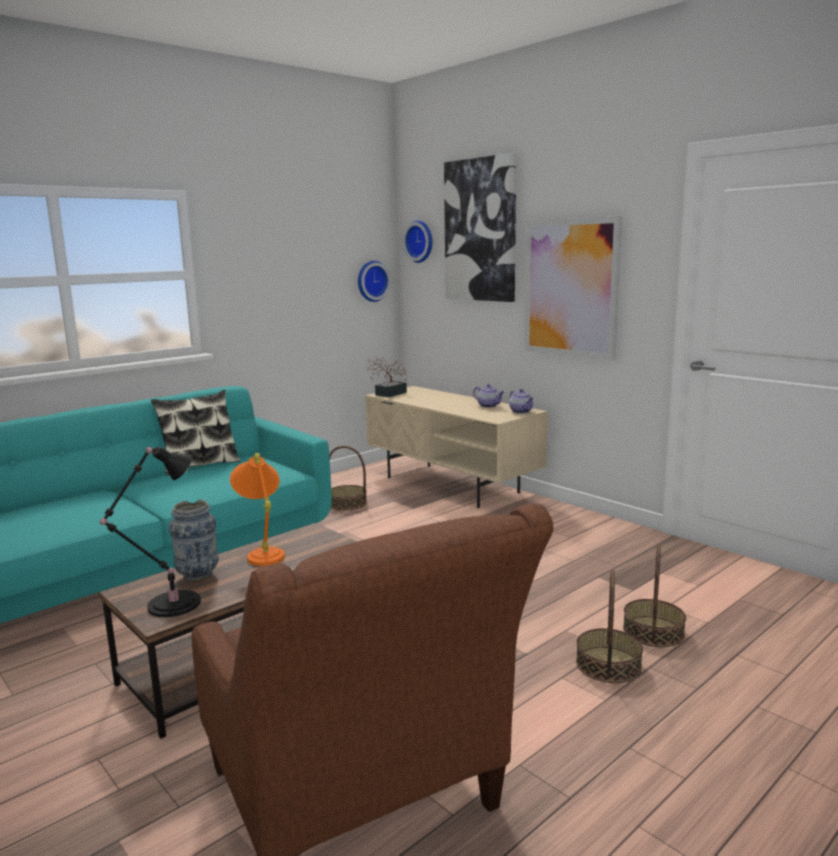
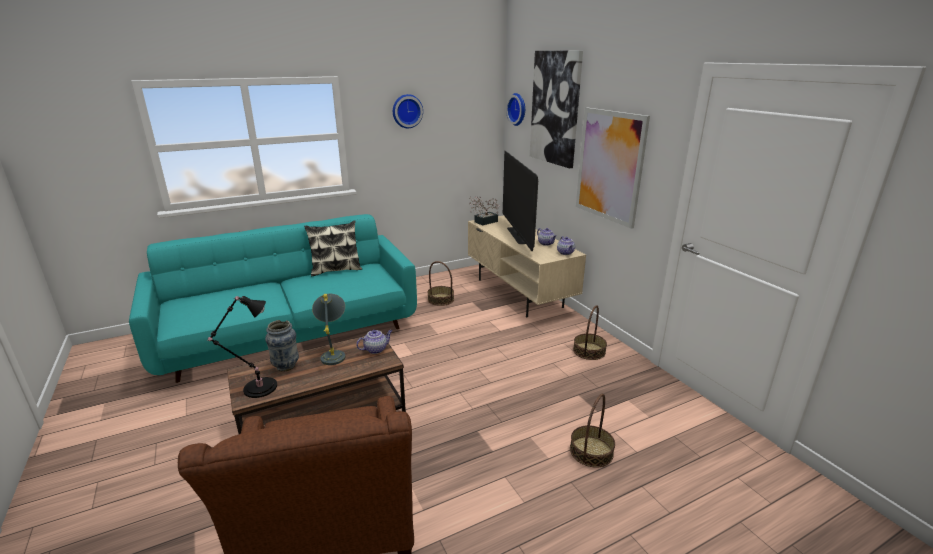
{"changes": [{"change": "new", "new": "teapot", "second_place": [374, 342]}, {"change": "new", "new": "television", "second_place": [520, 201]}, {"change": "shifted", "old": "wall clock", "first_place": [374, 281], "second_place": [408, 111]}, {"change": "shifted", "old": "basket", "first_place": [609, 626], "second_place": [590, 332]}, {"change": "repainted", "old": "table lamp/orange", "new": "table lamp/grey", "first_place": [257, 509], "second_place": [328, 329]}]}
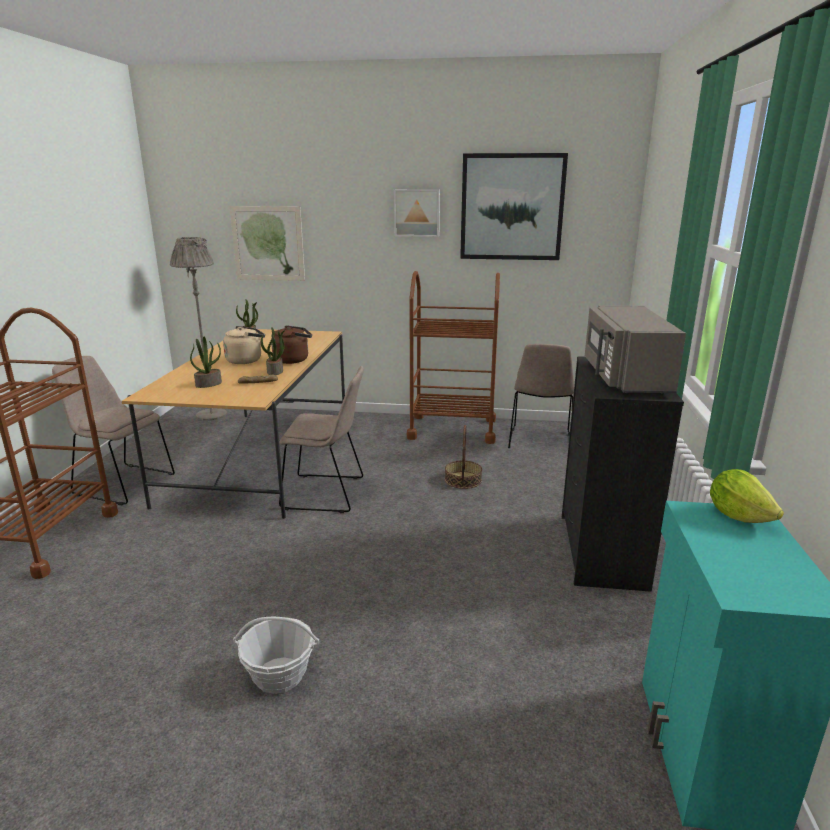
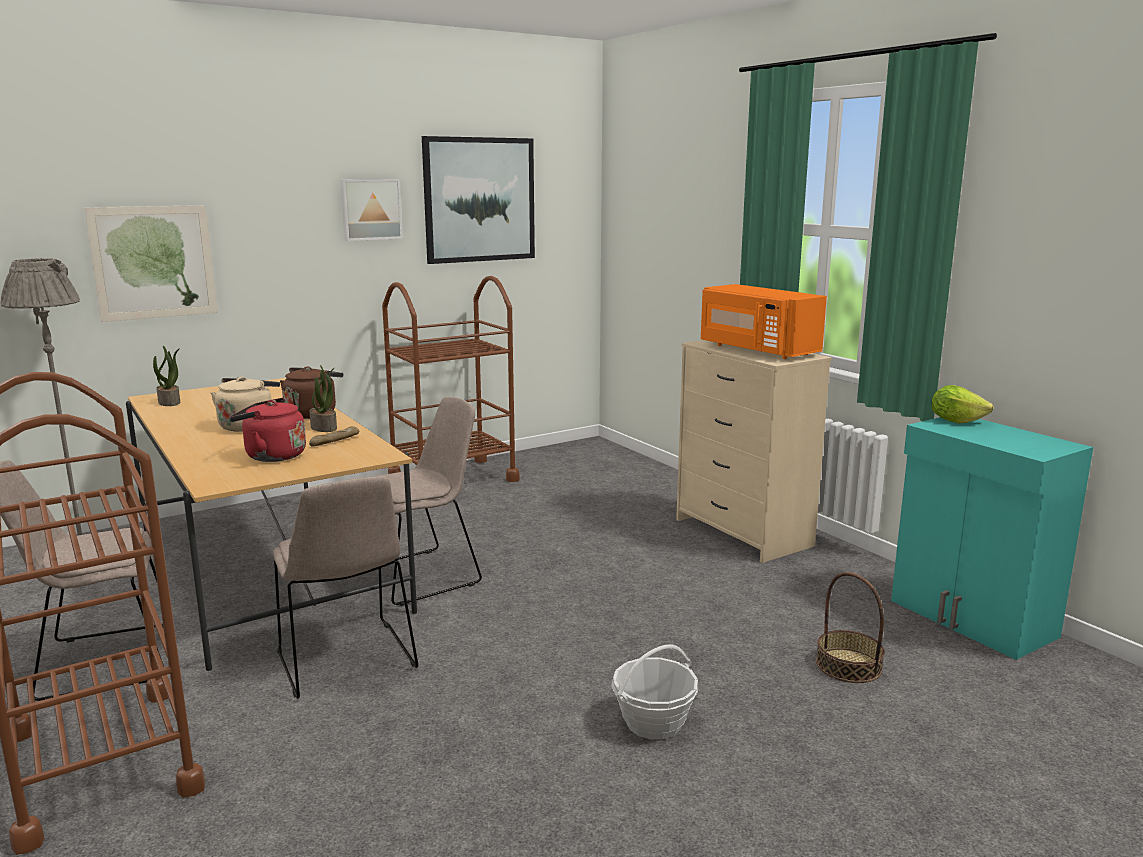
{"changes": [{"change": "shifted", "old": "basket", "first_place": [463, 457], "second_place": [850, 627]}, {"change": "shifted", "old": "chair/beige", "first_place": [541, 396], "second_place": [345, 587]}, {"change": "swapped", "old": "potted plant", "new": "kettle/red", "first_place": [206, 362], "second_place": [267, 430]}, {"change": "repainted", "old": "dresser/black", "new": "dresser/beige", "first_place": [623, 474], "second_place": [754, 451]}, {"change": "repainted", "old": "microwave/grey", "new": "microwave/orange", "first_place": [635, 350], "second_place": [764, 321]}]}
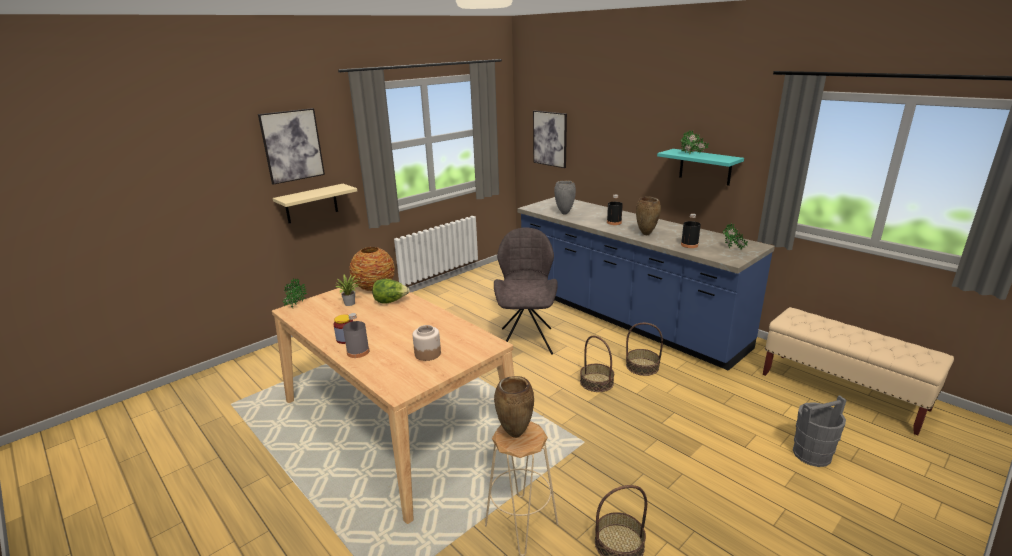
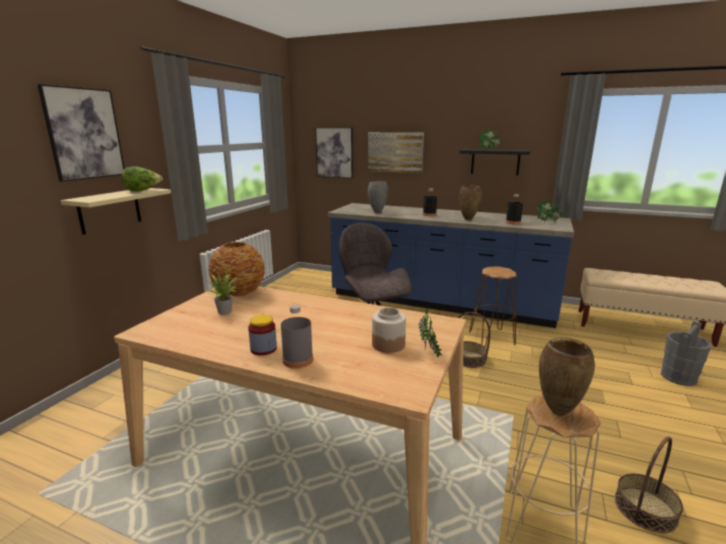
{"changes": [{"change": "new", "new": "picture", "second_place": [396, 152]}, {"change": "shifted", "old": "potted plant", "first_place": [295, 293], "second_place": [431, 332]}, {"change": "shifted", "old": "lettuce", "first_place": [391, 291], "second_place": [142, 179]}, {"change": "swapped", "old": "basket", "new": "stool/brown", "first_place": [644, 349], "second_place": [493, 306]}, {"change": "repainted", "old": "shelf/turquoise", "new": "shelf/black", "first_place": [700, 167], "second_place": [495, 162]}]}
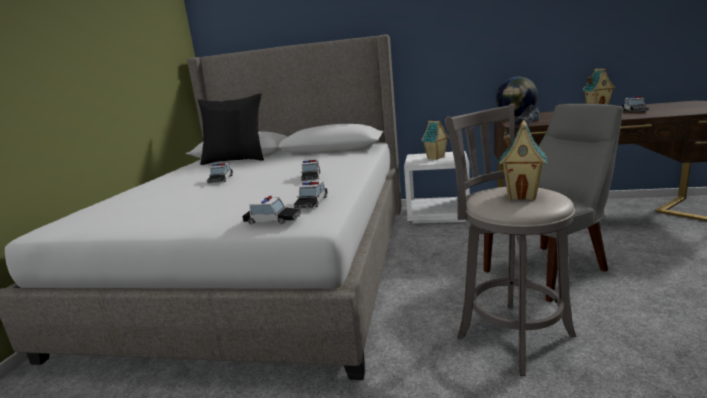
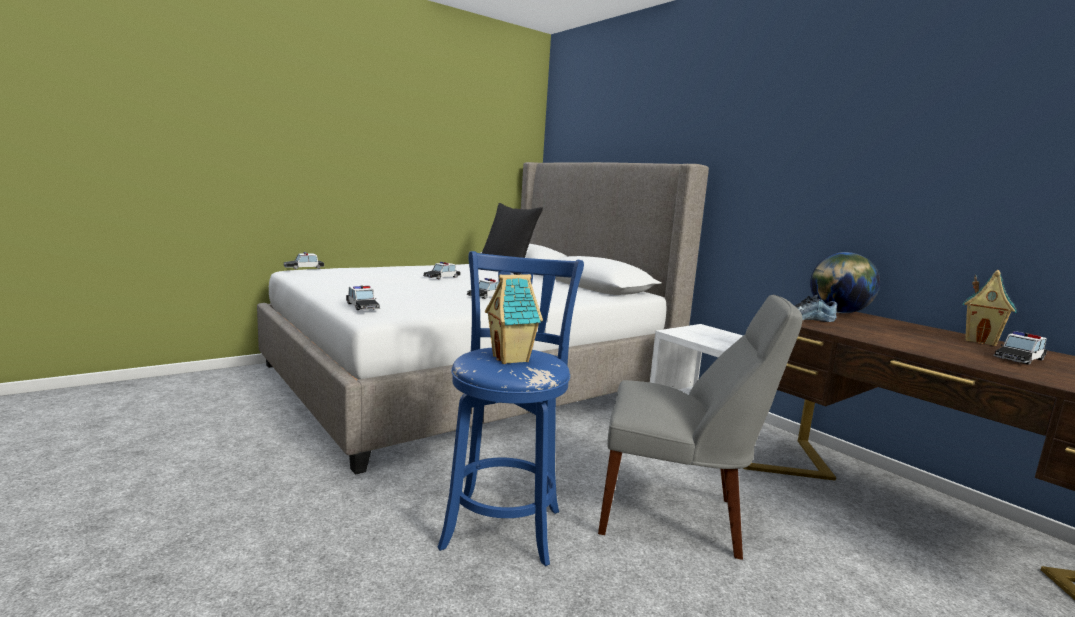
{"changes": [{"change": "gone", "old": "toy house", "first_place": [435, 140]}, {"change": "shifted", "old": "toy car", "first_place": [311, 195], "second_place": [304, 260]}, {"change": "repainted", "old": "stool/grey", "new": "stool/blue", "first_place": [510, 240], "second_place": [511, 408]}]}
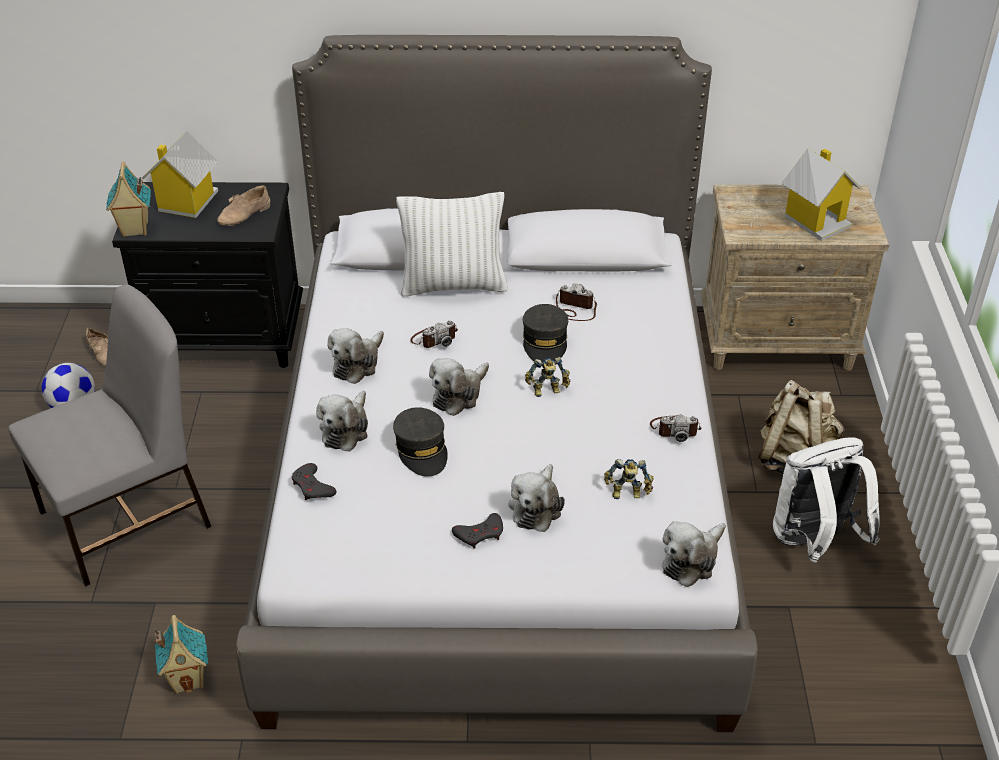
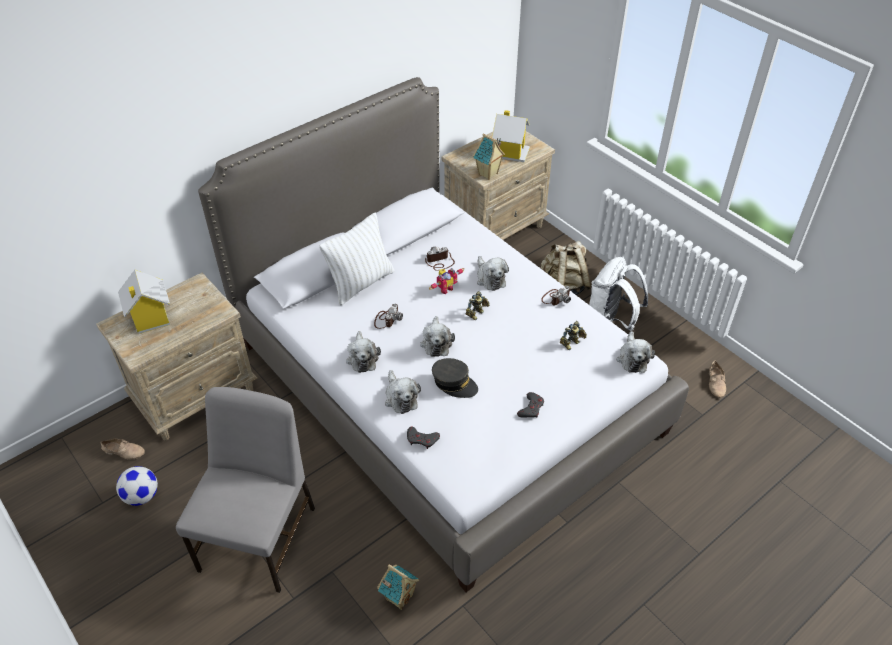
{"changes": [{"change": "shifted", "old": "toy house", "first_place": [128, 199], "second_place": [489, 157]}, {"change": "shifted", "old": "shoe/beige", "first_place": [243, 205], "second_place": [717, 379]}, {"change": "shifted", "old": "plush toy", "first_place": [536, 498], "second_place": [493, 273]}, {"change": "swapped", "old": "cap/grey", "new": "toy robot", "first_place": [545, 333], "second_place": [447, 281]}, {"change": "repainted", "old": "nightstand/black", "new": "nightstand/beige", "first_place": [207, 275], "second_place": [176, 357]}]}
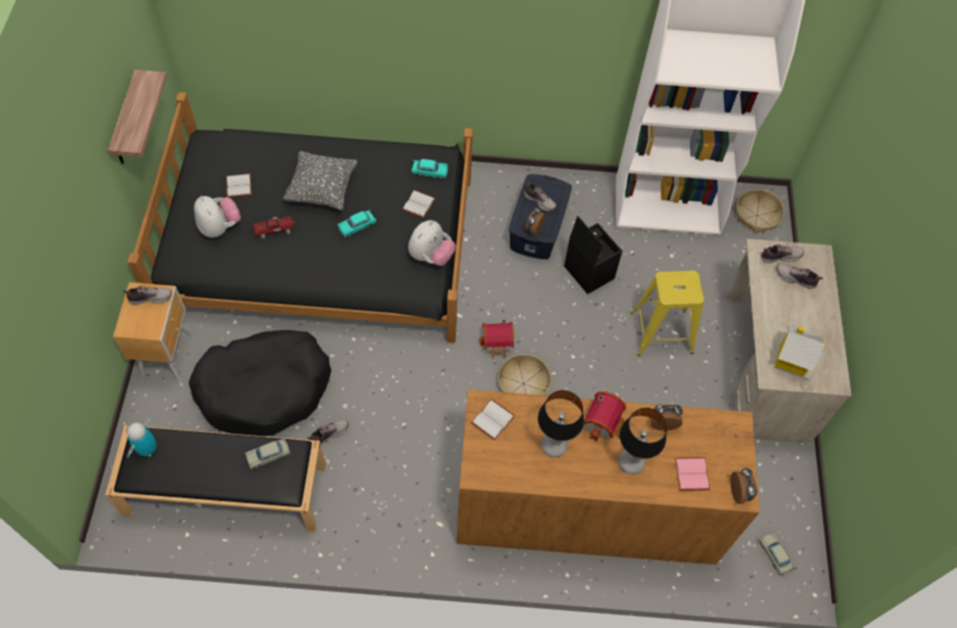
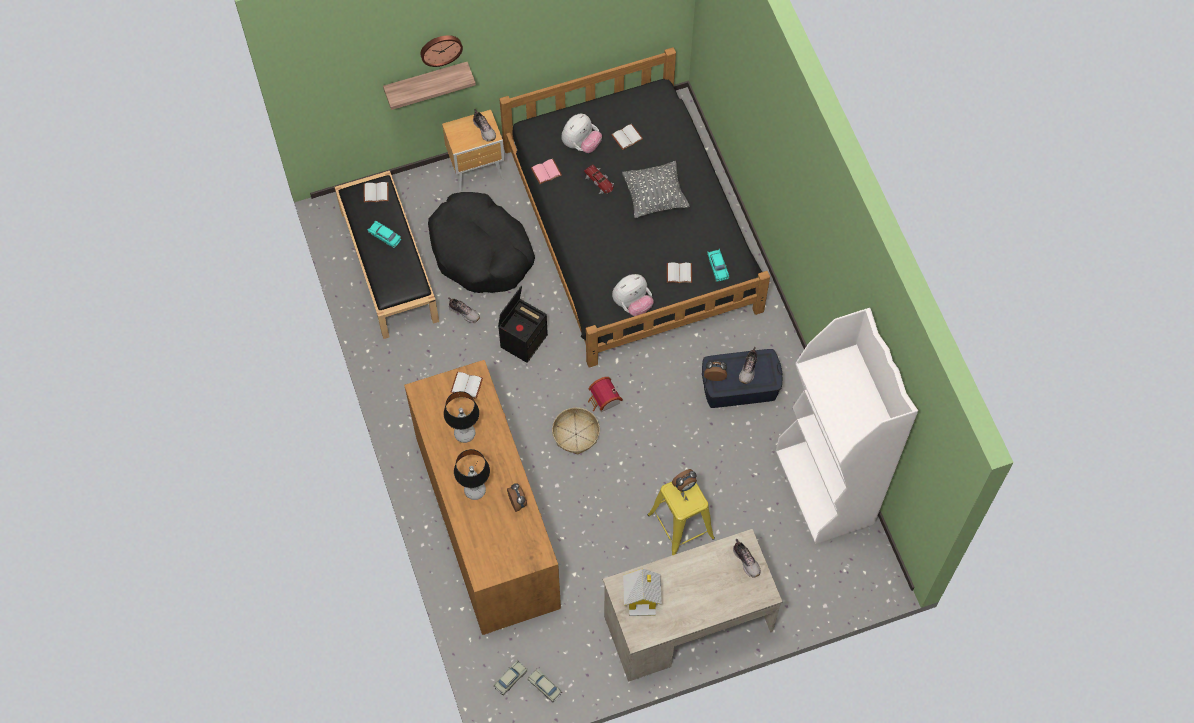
{"changes": [{"change": "gone", "old": "toy house", "first_place": [604, 416]}, {"change": "gone", "old": "basket", "first_place": [760, 211]}, {"change": "gone", "old": "shoe", "first_place": [799, 276]}, {"change": "new", "new": "wall clock", "second_place": [441, 51]}, {"change": "shifted", "old": "shelf", "first_place": [137, 117], "second_place": [429, 86]}, {"change": "shifted", "old": "toy car/beige", "first_place": [267, 454], "second_place": [544, 685]}, {"change": "shifted", "old": "toy car/turquoise", "first_place": [357, 224], "second_place": [384, 234]}, {"change": "shifted", "old": "storage box/black", "first_place": [593, 255], "second_place": [523, 324]}, {"change": "shifted", "old": "book/pink", "first_place": [692, 474], "second_place": [546, 171]}, {"change": "shifted", "old": "alarm clock", "first_place": [743, 486], "second_place": [684, 480]}, {"change": "swapped", "old": "toy robot", "new": "book/white", "first_place": [141, 437], "second_place": [376, 192]}, {"change": "rotated", "old": "plush toy", "first_place": [432, 243], "second_place": [633, 295], "degrees": -45}]}
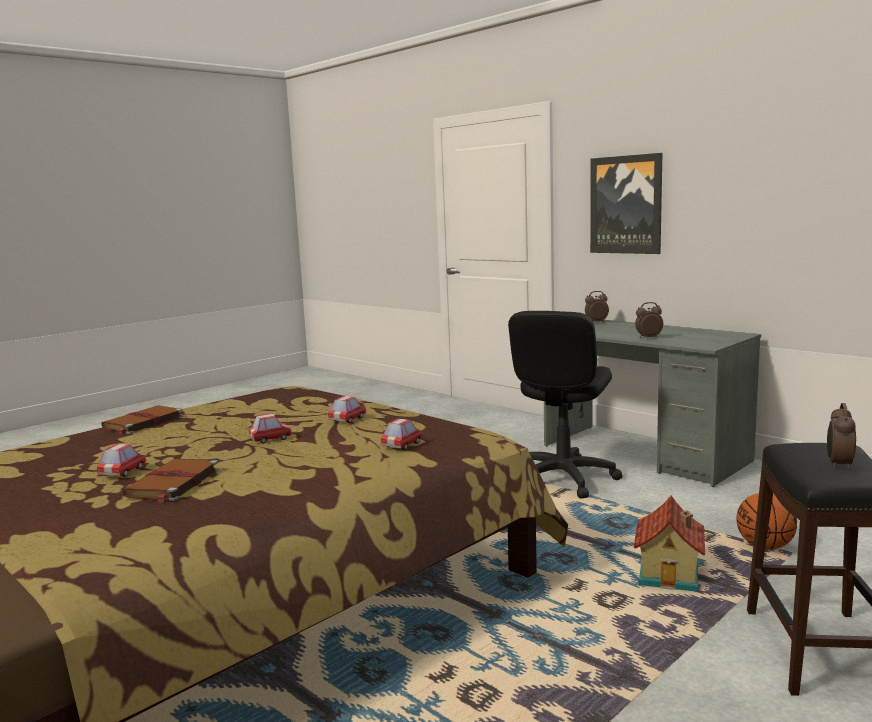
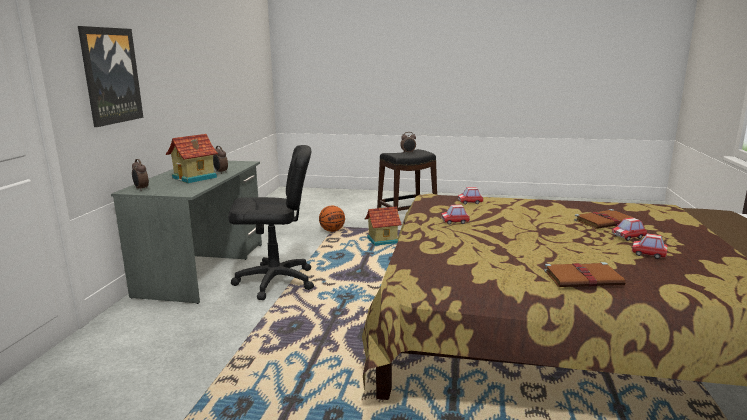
{"changes": [{"change": "new", "new": "toy house", "second_place": [192, 158]}, {"change": "shifted", "old": "toy car", "first_place": [270, 428], "second_place": [649, 246]}]}
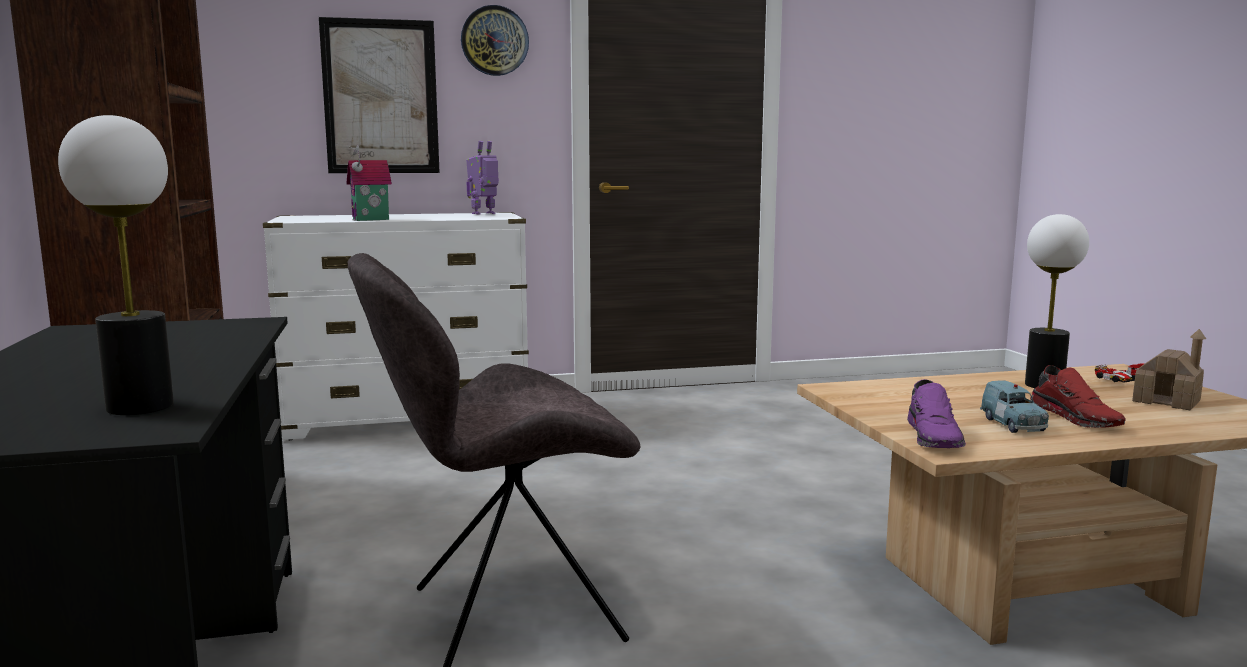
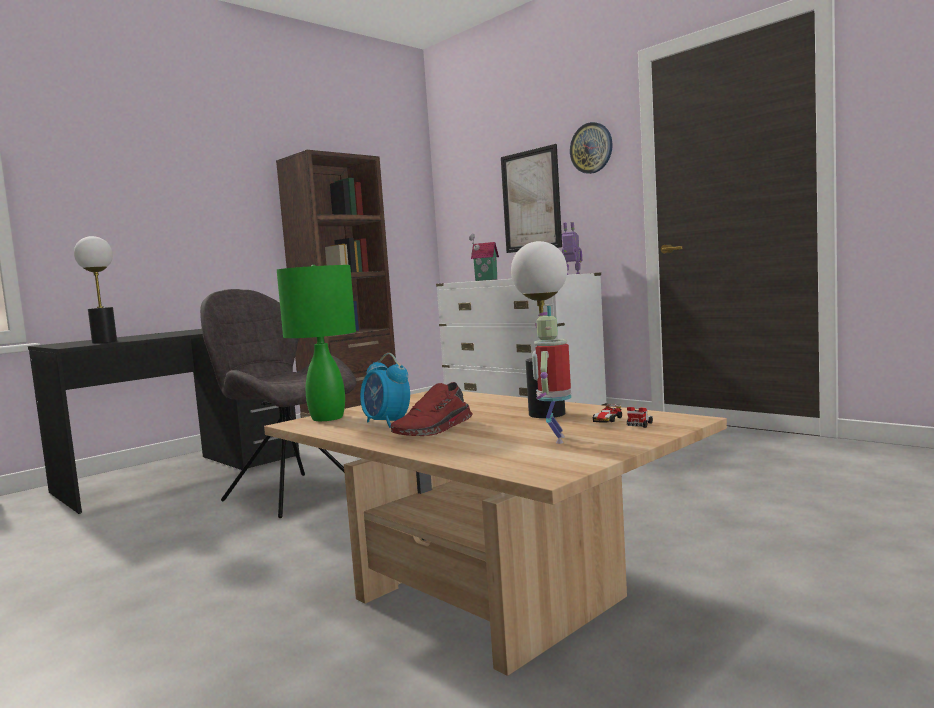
{"changes": [{"change": "swapped", "old": "shoe/purple", "new": "table lamp/green", "first_place": [936, 413], "second_place": [316, 343]}, {"change": "swapped", "old": "toy car/blue", "new": "alarm clock", "first_place": [1014, 406], "second_place": [385, 390]}, {"change": "swapped", "old": "toy house", "new": "toy robot", "first_place": [1169, 369], "second_place": [551, 374]}]}
